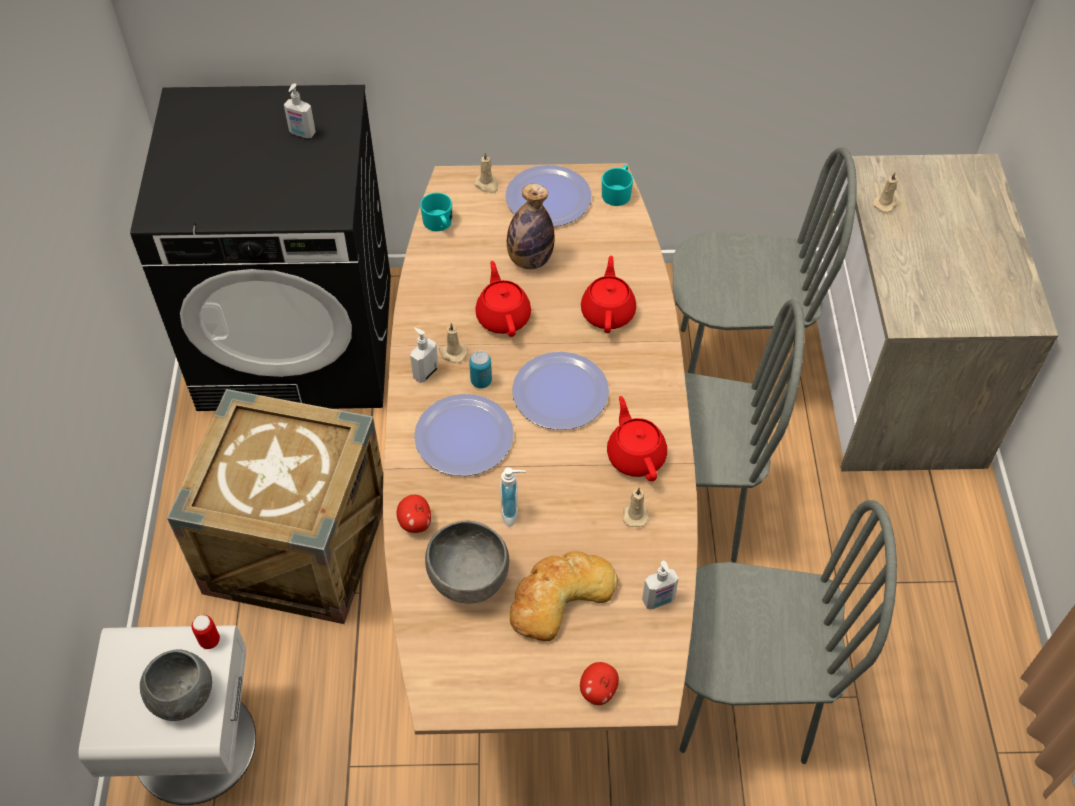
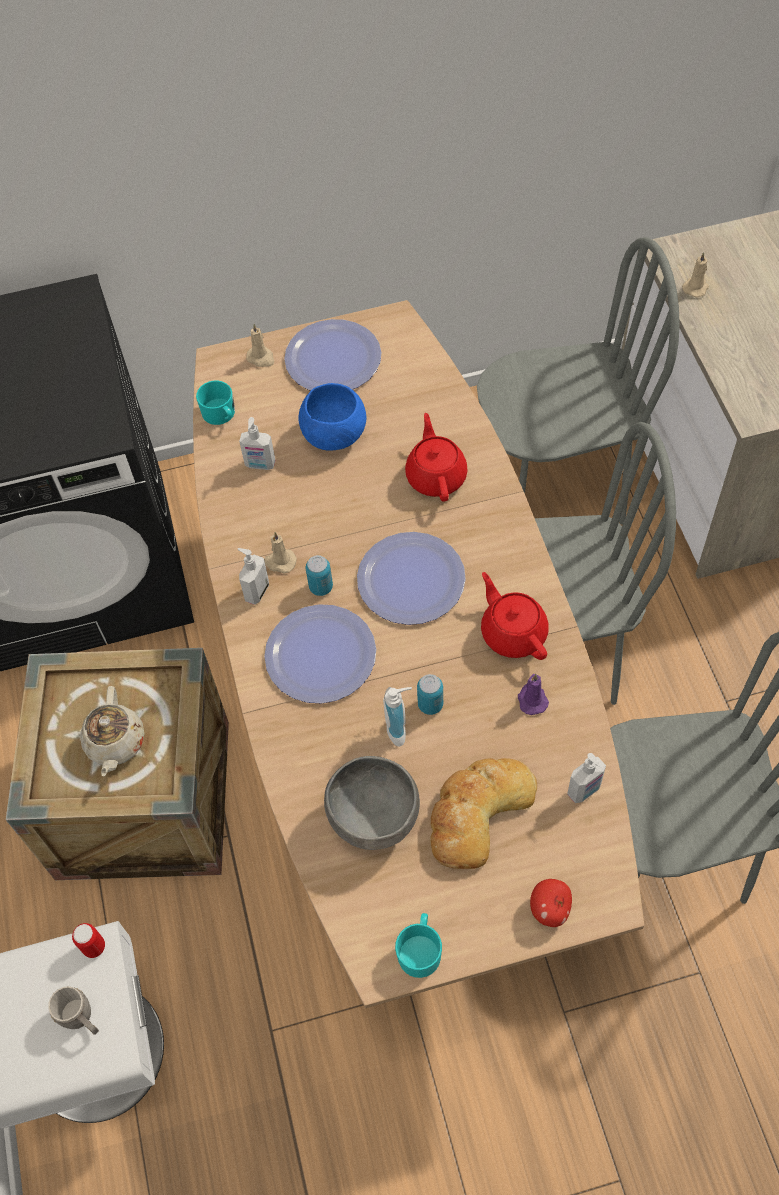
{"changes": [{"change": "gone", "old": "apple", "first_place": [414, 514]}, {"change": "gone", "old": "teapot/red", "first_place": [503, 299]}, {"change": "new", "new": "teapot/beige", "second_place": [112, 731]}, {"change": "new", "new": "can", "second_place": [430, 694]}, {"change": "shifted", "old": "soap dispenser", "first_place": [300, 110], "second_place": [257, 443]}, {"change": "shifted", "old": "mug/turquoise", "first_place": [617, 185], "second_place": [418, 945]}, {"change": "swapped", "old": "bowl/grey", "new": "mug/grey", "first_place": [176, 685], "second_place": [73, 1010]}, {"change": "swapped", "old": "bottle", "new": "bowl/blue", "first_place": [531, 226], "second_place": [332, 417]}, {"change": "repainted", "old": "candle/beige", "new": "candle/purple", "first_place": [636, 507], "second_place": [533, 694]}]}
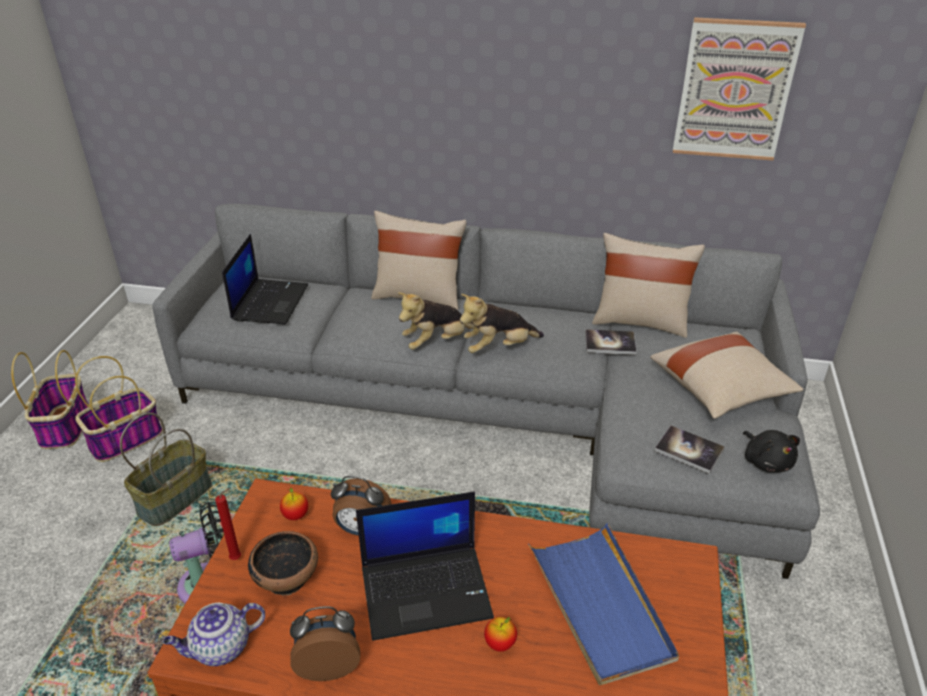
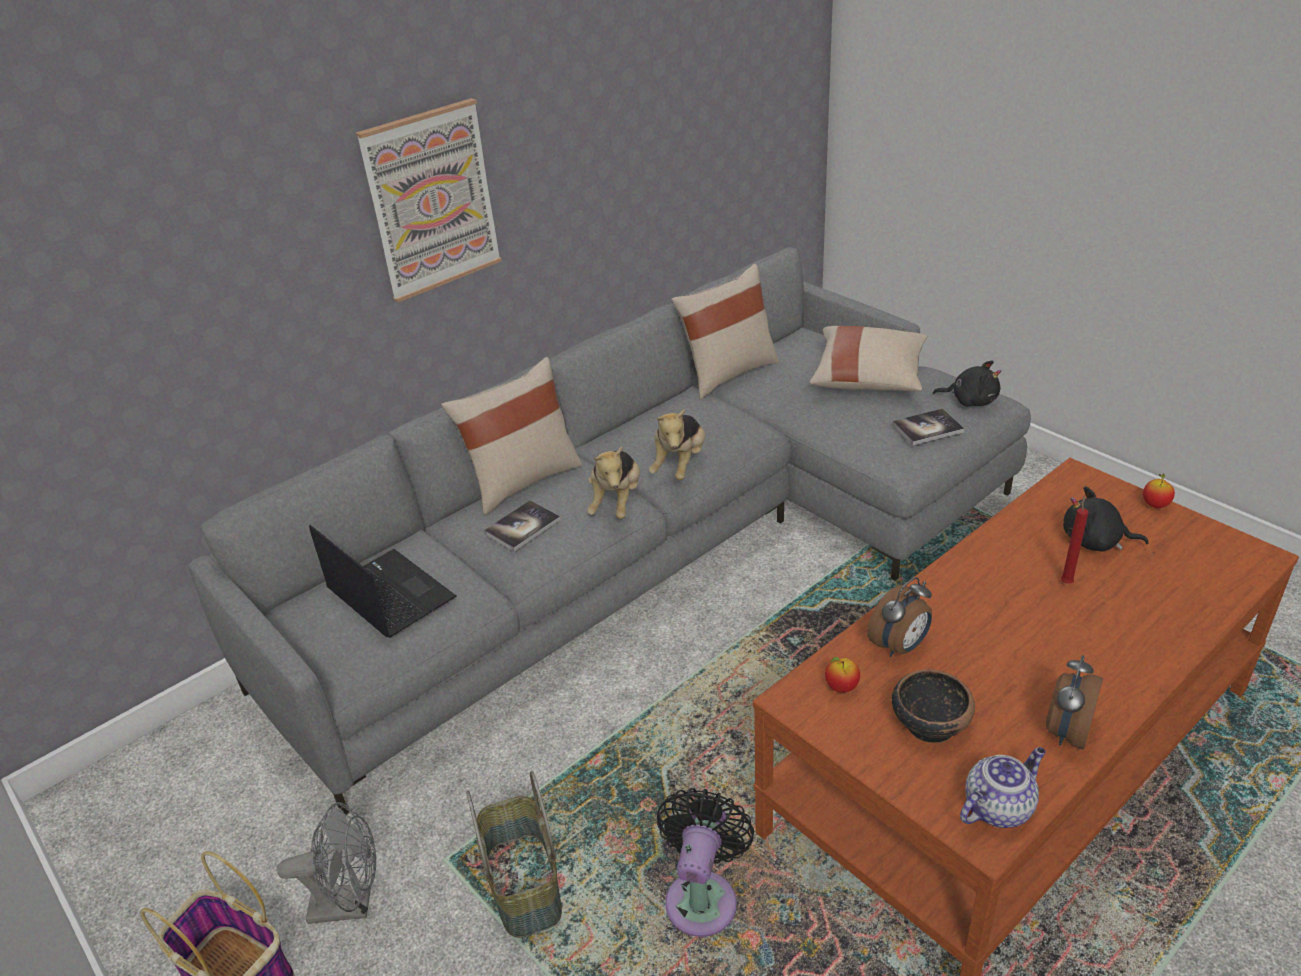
{"changes": [{"change": "gone", "old": "laptop", "first_place": [425, 566]}, {"change": "shifted", "old": "candle/red", "first_place": [228, 524], "second_place": [1075, 540]}, {"change": "shifted", "old": "apple", "first_place": [500, 634], "second_place": [1159, 491]}, {"change": "shifted", "old": "book", "first_place": [610, 342], "second_place": [522, 526]}, {"change": "shifted", "old": "picture", "first_place": [739, 89], "second_place": [428, 200]}, {"change": "swapped", "old": "basket", "new": "fan/grey", "first_place": [119, 409], "second_place": [326, 863]}, {"change": "swapped", "old": "tray/blue", "new": "plush toy/black", "first_place": [603, 604], "second_place": [1106, 518]}, {"change": "rotated", "old": "teapot", "first_place": [214, 634], "second_place": [1003, 787], "degrees": -135}]}
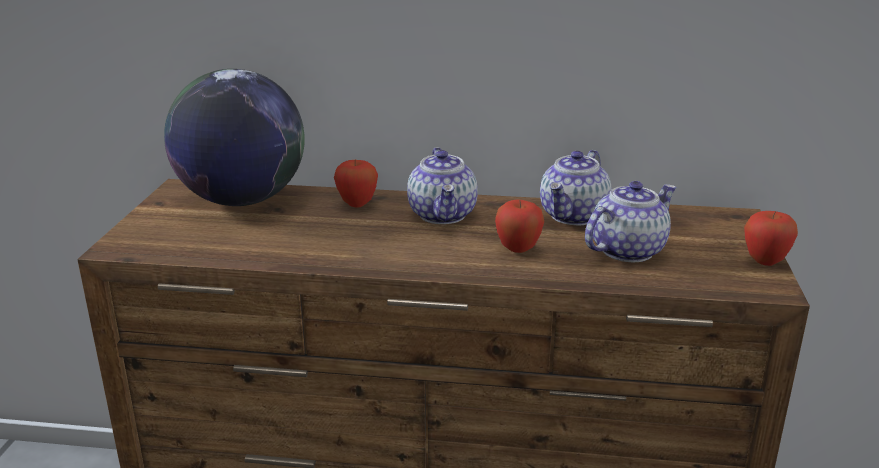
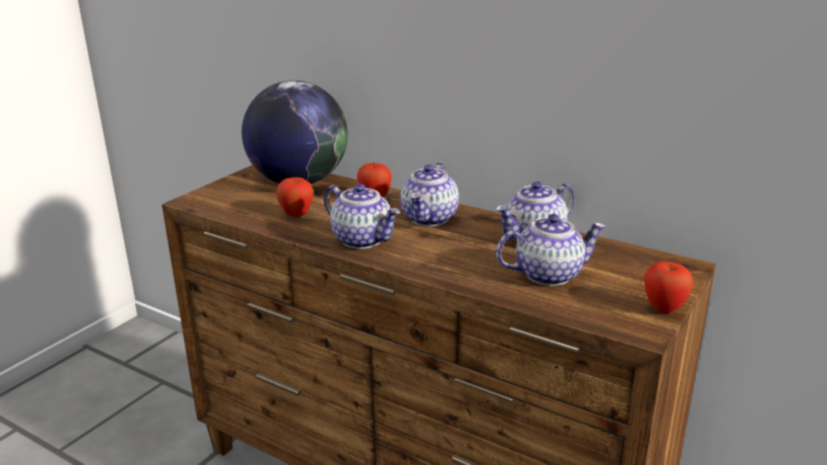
{"changes": [{"change": "new", "new": "teapot", "second_place": [362, 216]}, {"change": "shifted", "old": "apple", "first_place": [519, 226], "second_place": [295, 197]}]}
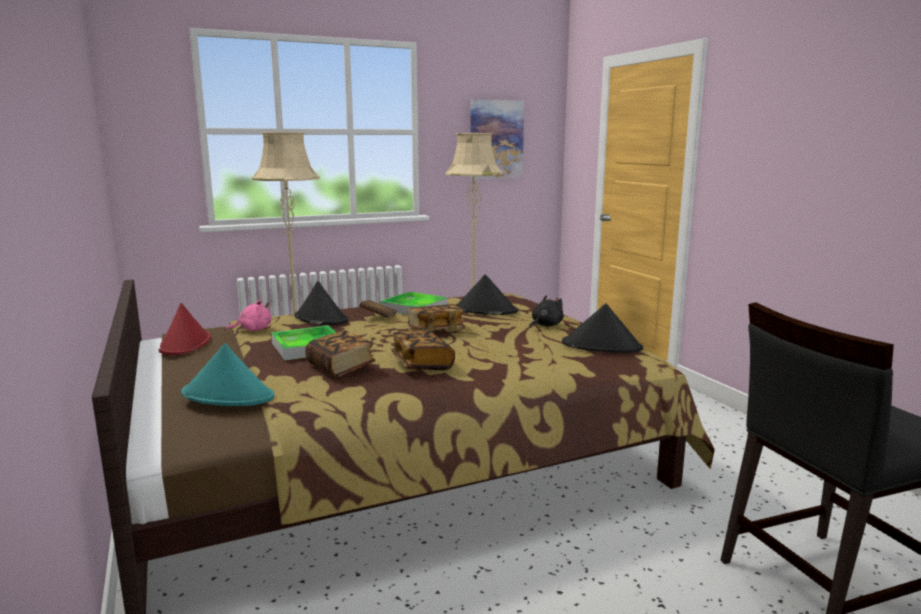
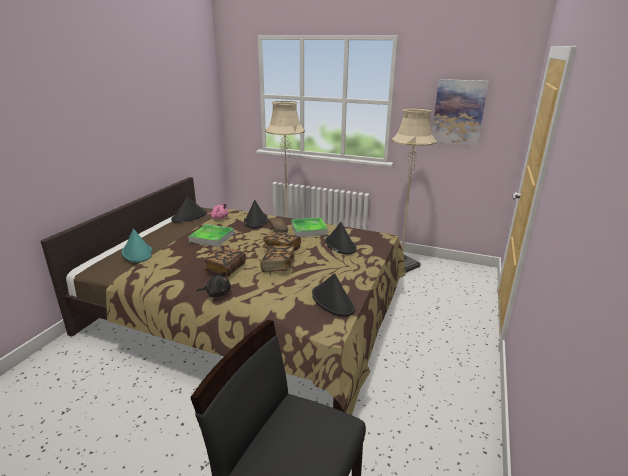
{"changes": [{"change": "shifted", "old": "book", "first_place": [340, 354], "second_place": [278, 259]}, {"change": "shifted", "old": "plush toy/black", "first_place": [546, 311], "second_place": [214, 284]}, {"change": "repainted", "old": "hat/red", "new": "hat/black", "first_place": [185, 329], "second_place": [189, 210]}]}
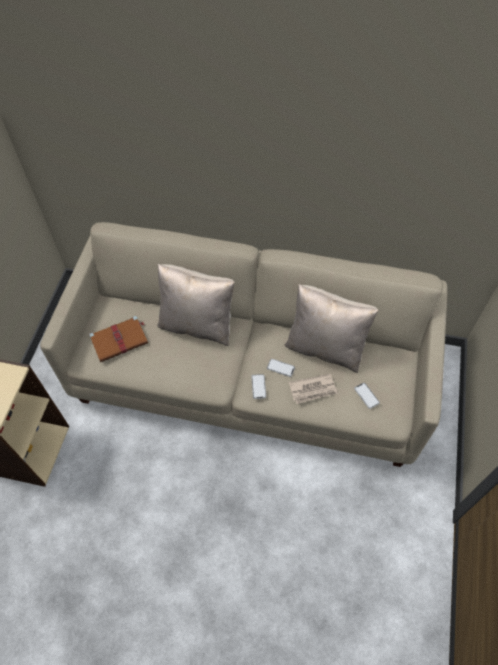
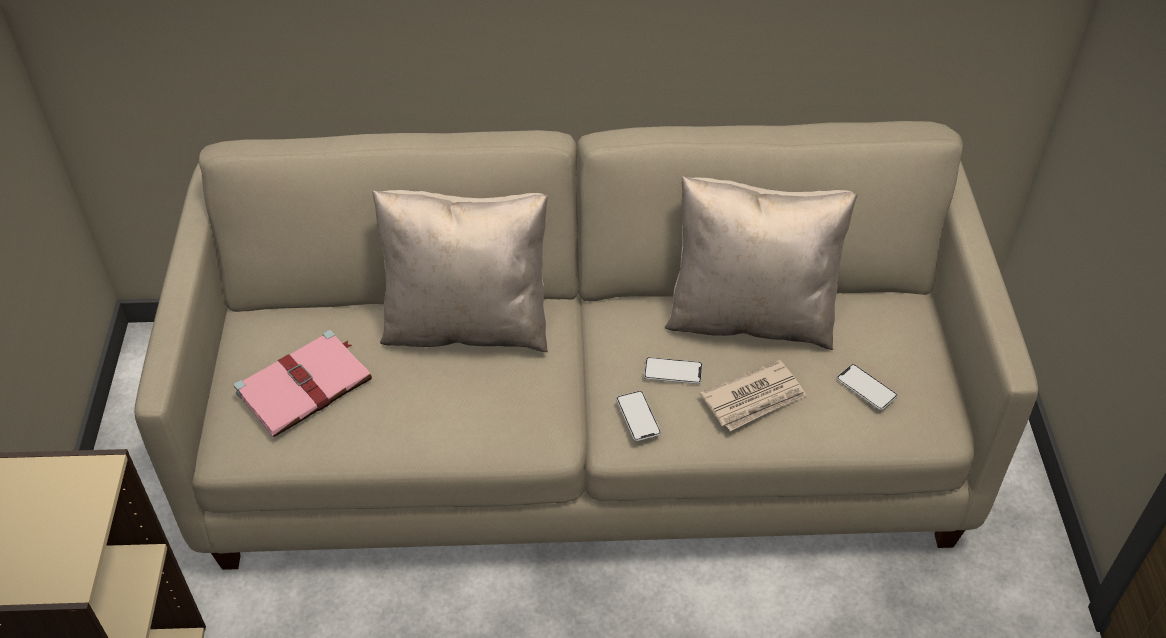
{"changes": [{"change": "repainted", "old": "book/brown", "new": "book/pink", "first_place": [118, 339], "second_place": [303, 383]}]}
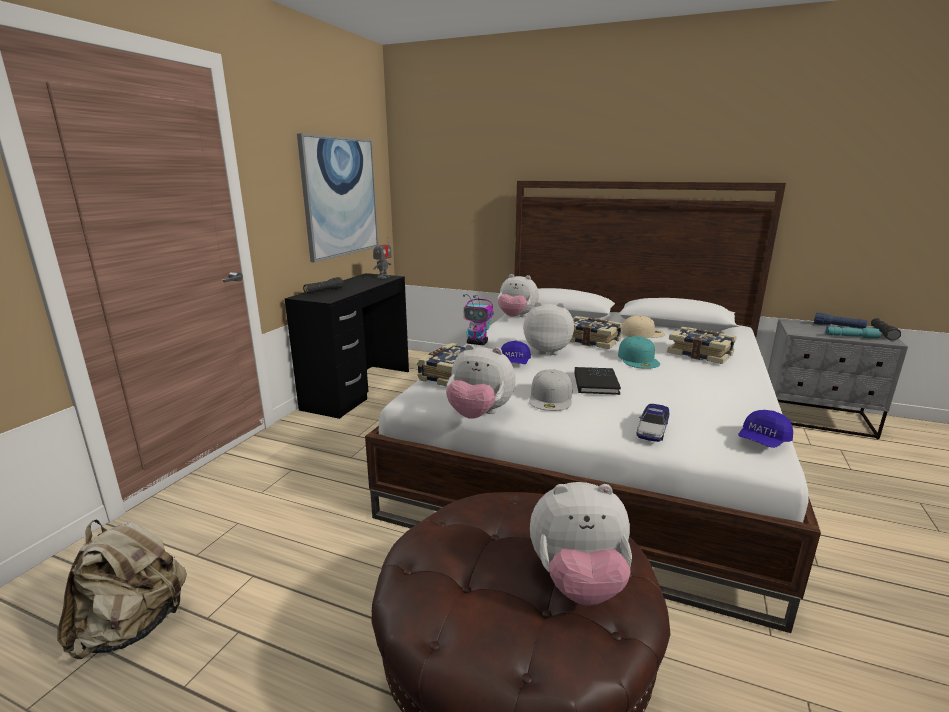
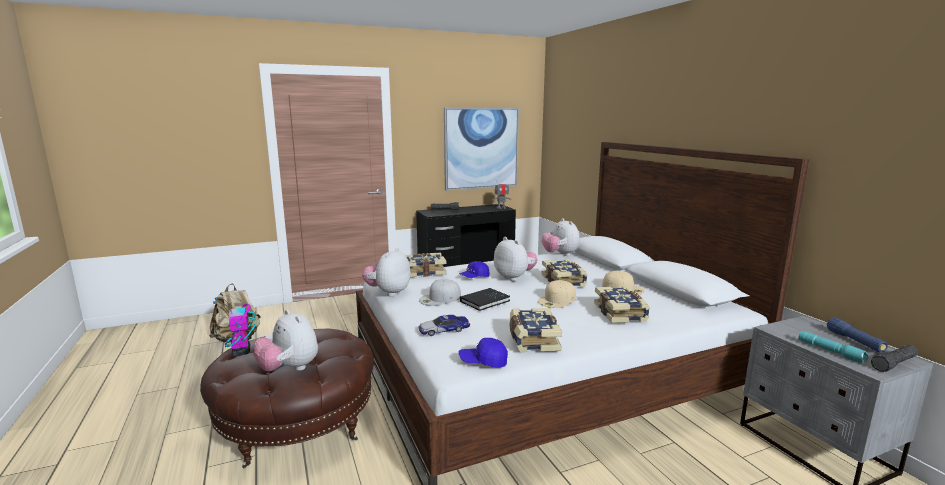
{"changes": [{"change": "new", "new": "book", "second_place": [535, 330]}, {"change": "shifted", "old": "toy robot", "first_place": [478, 319], "second_place": [235, 326]}, {"change": "repainted", "old": "cap/turquoise", "new": "cap/beige", "first_place": [639, 352], "second_place": [557, 294]}, {"change": "rotated", "old": "plush toy", "first_place": [481, 381], "second_place": [386, 272], "degrees": 45}]}
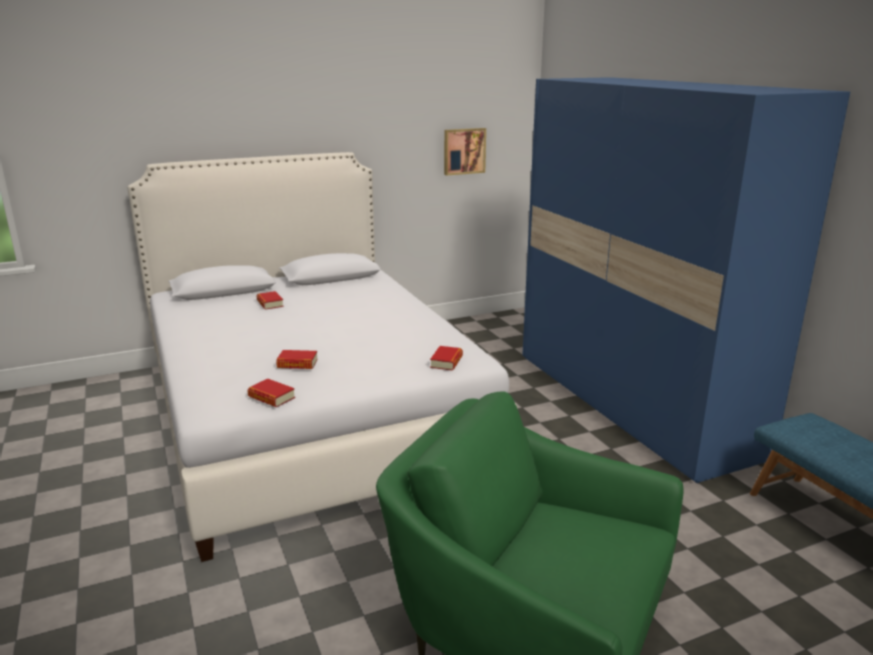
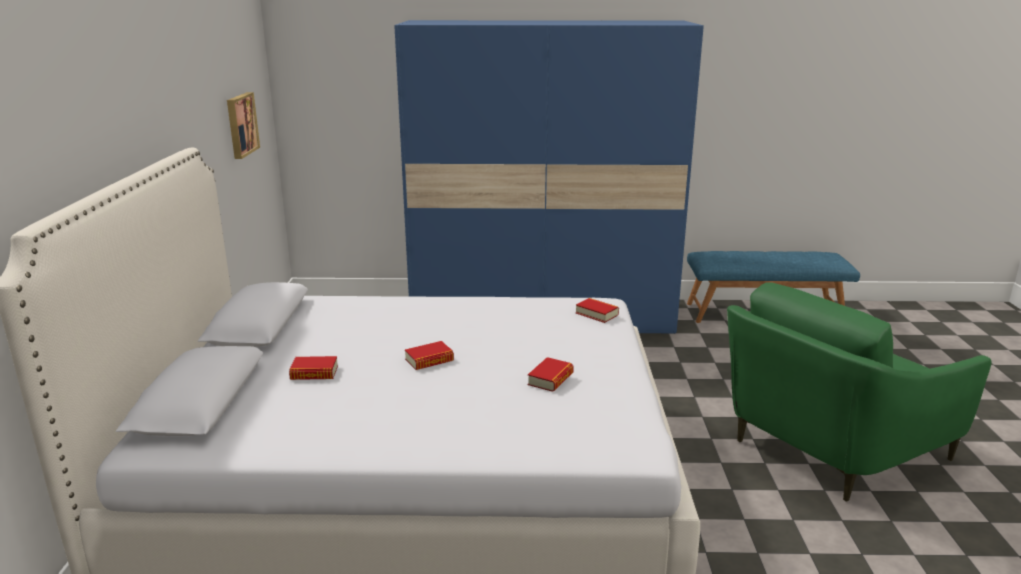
{"changes": [{"change": "shifted", "old": "book", "first_place": [271, 393], "second_place": [429, 355]}]}
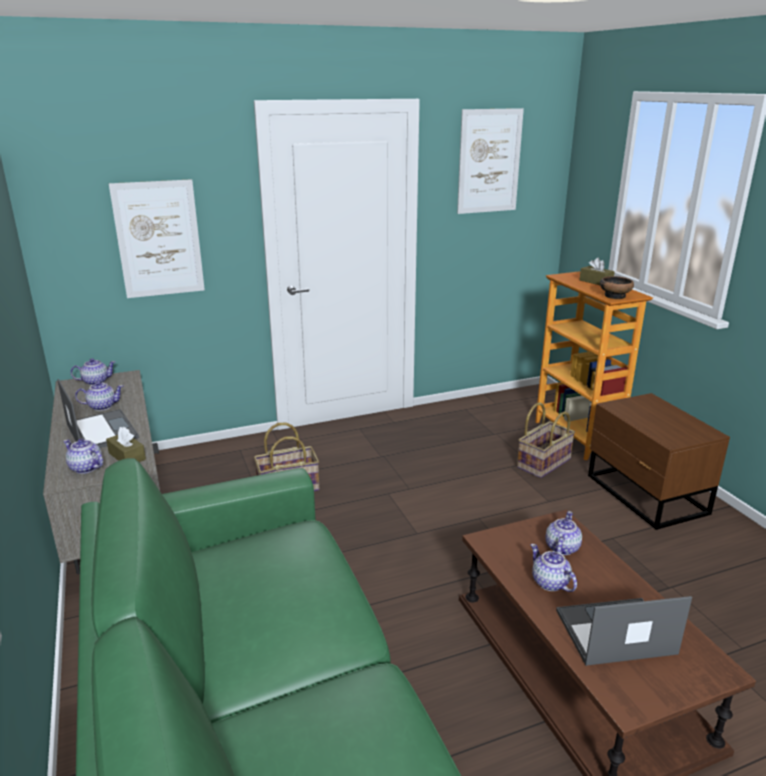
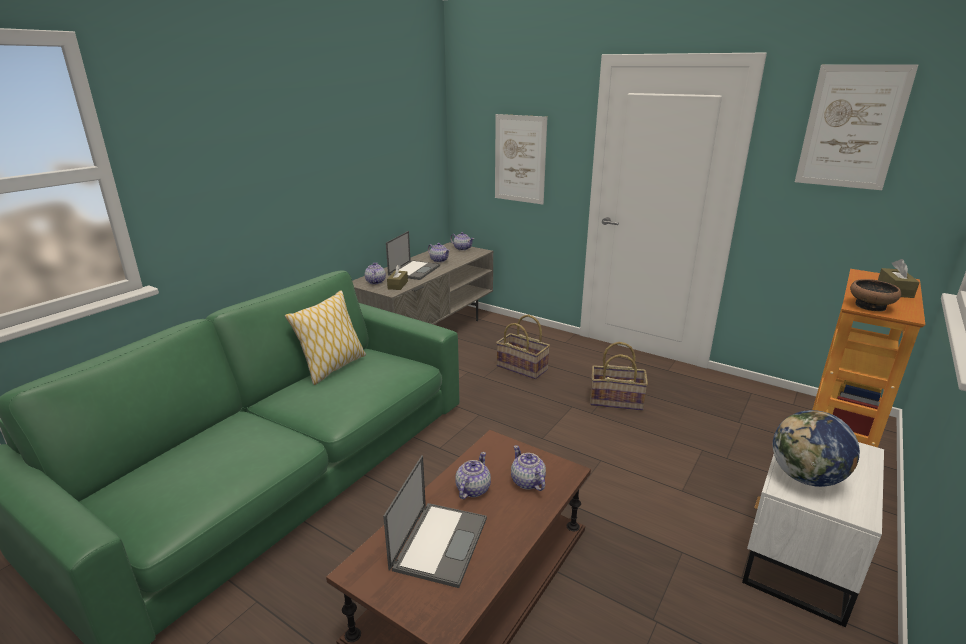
{"changes": [{"change": "new", "new": "pillow", "second_place": [325, 338]}, {"change": "new", "new": "globe", "second_place": [816, 448]}, {"change": "shifted", "old": "basket", "first_place": [546, 440], "second_place": [619, 376]}, {"change": "repainted", "old": "nightstand/brown", "new": "nightstand/white", "first_place": [659, 461], "second_place": [813, 534]}, {"change": "rotated", "old": "teapot", "first_place": [563, 533], "second_place": [528, 468], "degrees": -105}, {"change": "rotated", "old": "laptop", "first_place": [624, 631], "second_place": [435, 521], "degrees": 60}]}
